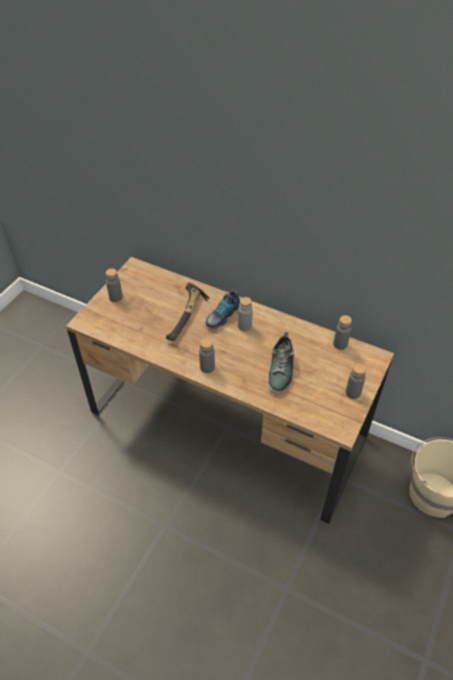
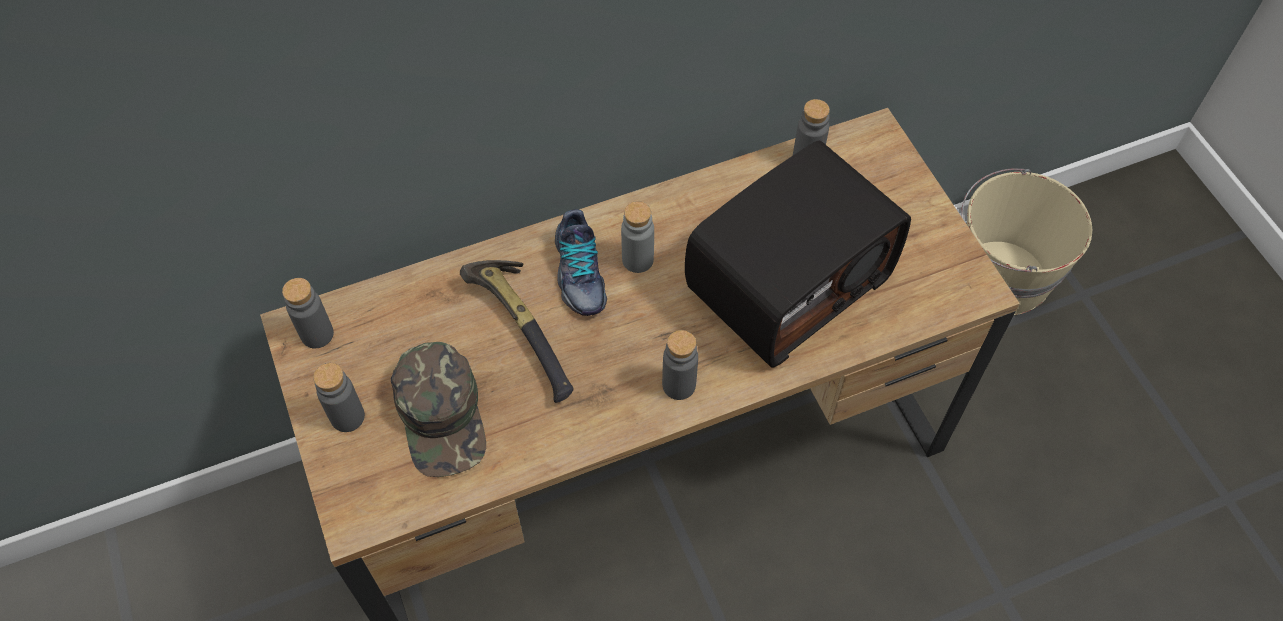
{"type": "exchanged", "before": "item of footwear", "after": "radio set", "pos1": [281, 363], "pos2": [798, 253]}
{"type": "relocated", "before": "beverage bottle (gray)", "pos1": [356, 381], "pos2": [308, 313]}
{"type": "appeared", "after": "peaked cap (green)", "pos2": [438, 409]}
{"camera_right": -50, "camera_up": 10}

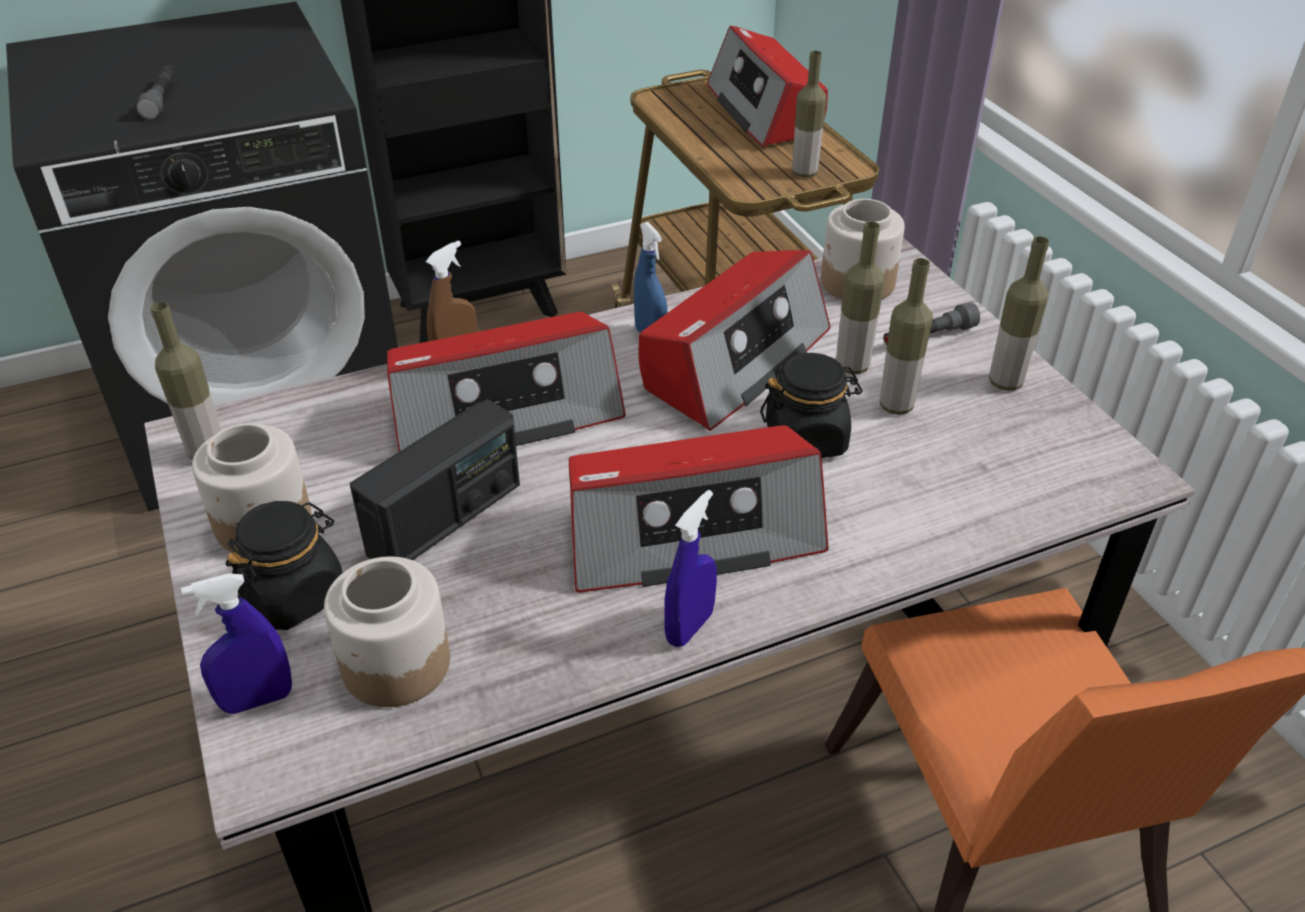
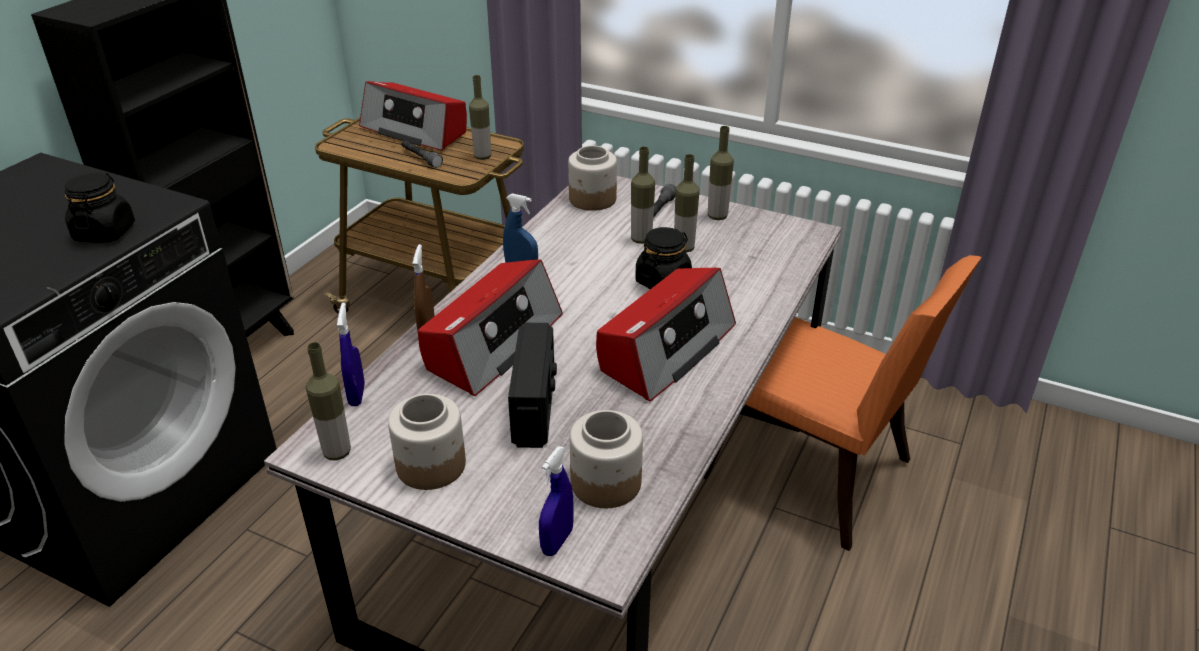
{"type": "relocated", "before": "hand torch (gray)", "pos1": [155, 92], "pos2": [422, 154]}
{"type": "missing", "before": "radio set", "pos1": [734, 340]}
{"type": "relocated", "before": "hand sprayer (bluish)", "pos1": [690, 568], "pos2": [351, 354]}
{"type": "relocated", "before": "storage jar (black)", "pos1": [284, 565], "pos2": [100, 207]}
{"camera_right": -40, "camera_up": -5}

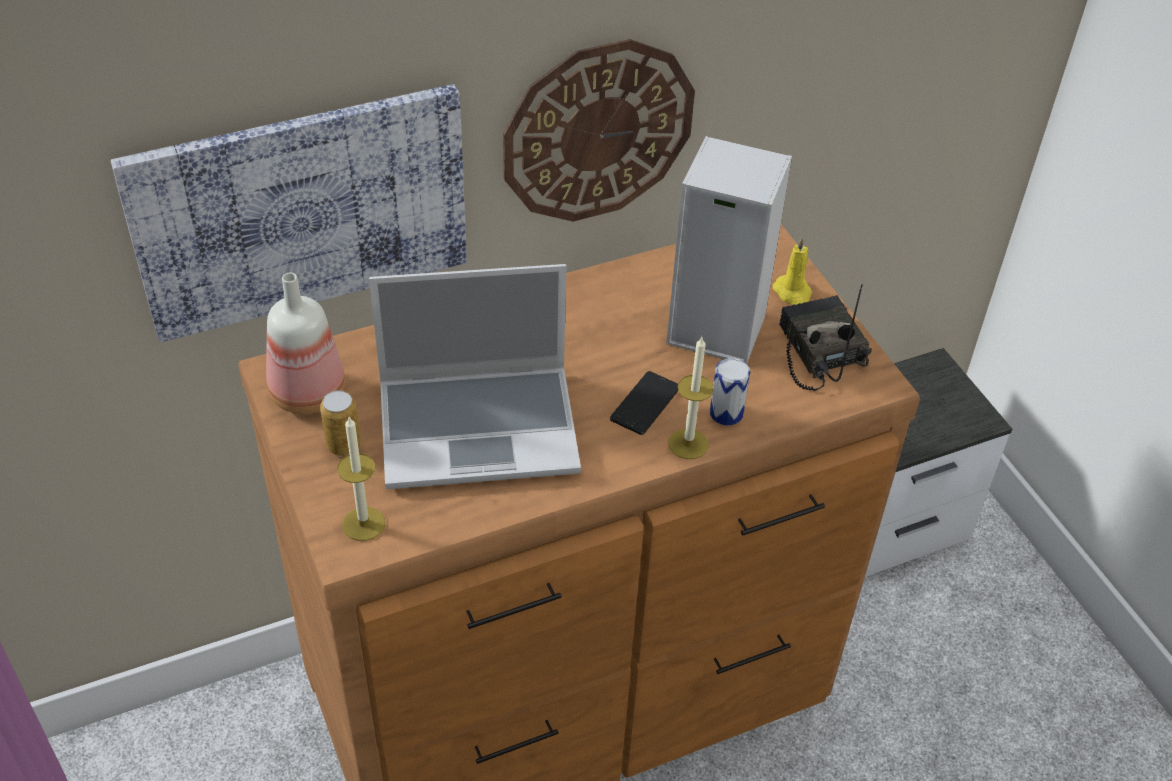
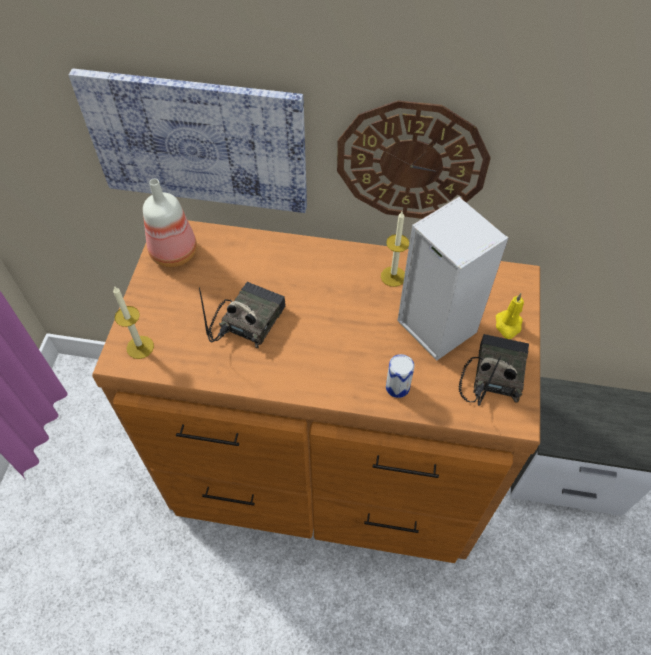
{"type": "exchanged", "before": "notebook computer", "after": "radio set", "pos1": [475, 376], "pos2": [242, 315]}
{"type": "relocated", "before": "candle", "pos1": [690, 398], "pos2": [395, 249]}
{"type": "missing", "before": "handset", "pos1": [644, 403]}
{"type": "missing", "before": "sealed can", "pos1": [340, 423]}
{"camera_right": 35, "camera_up": 10}

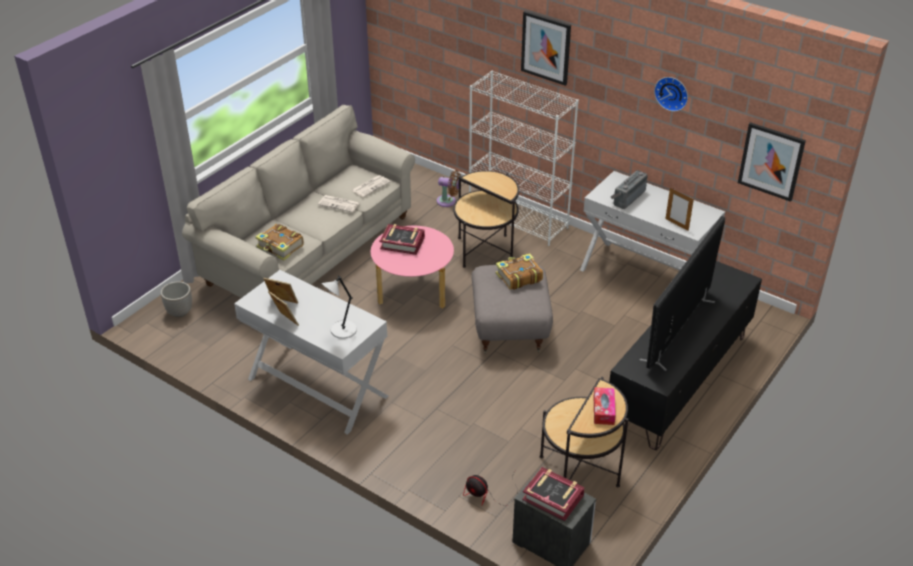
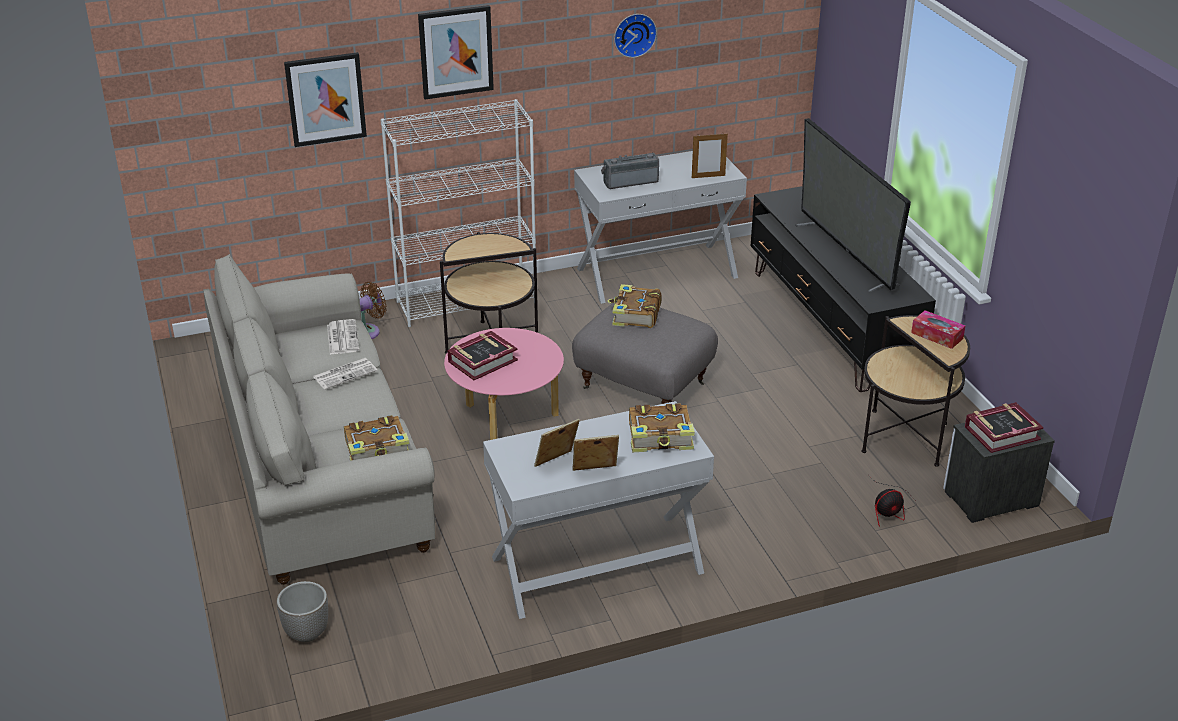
{"type": "relocated", "before": "wall picture", "pos1": [772, 162], "pos2": [325, 99]}
{"type": "spun", "before": "radio set", "pos1": [629, 189], "pos2": [630, 171], "turn": 90}
{"type": "exchanged", "before": "table lamp (gray)", "after": "bound book", "pos1": [339, 307], "pos2": [662, 427]}
{"camera_right": -55, "camera_up": -5}

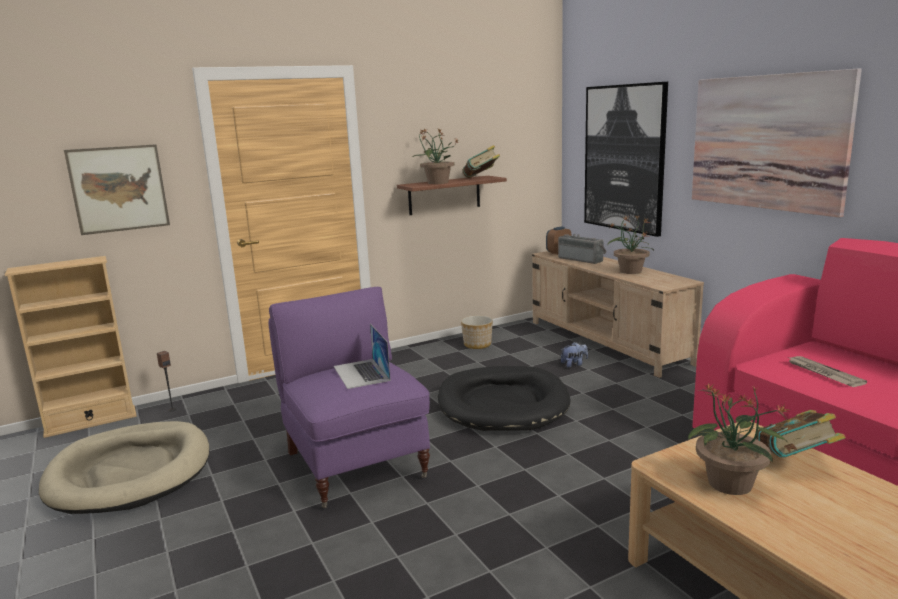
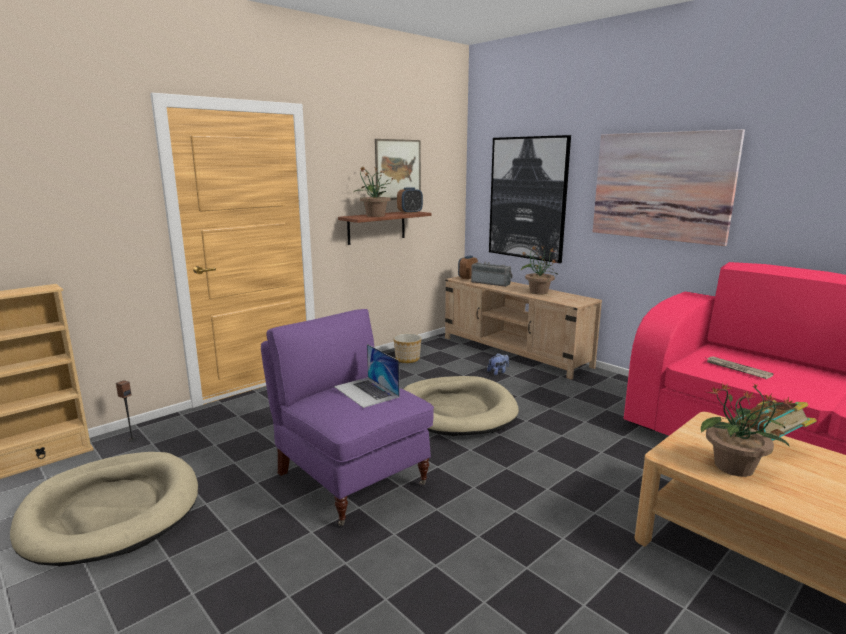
{"type": "relocated", "before": "wall picture", "pos1": [117, 189], "pos2": [398, 169]}
{"type": "exchanged", "before": "bound book", "after": "alarm clock", "pos1": [481, 161], "pos2": [410, 200]}
{"type": "colour", "before": "pet bed (black)", "after": "pet bed (beige-coloured)", "pos1": [504, 398], "pos2": [461, 406]}
{"camera_right": -15, "camera_up": 0}

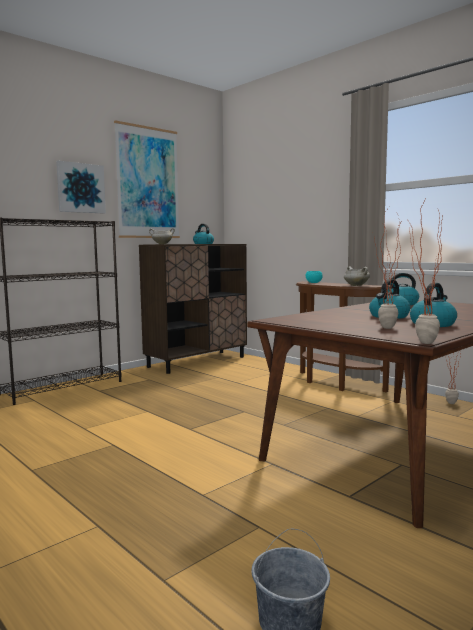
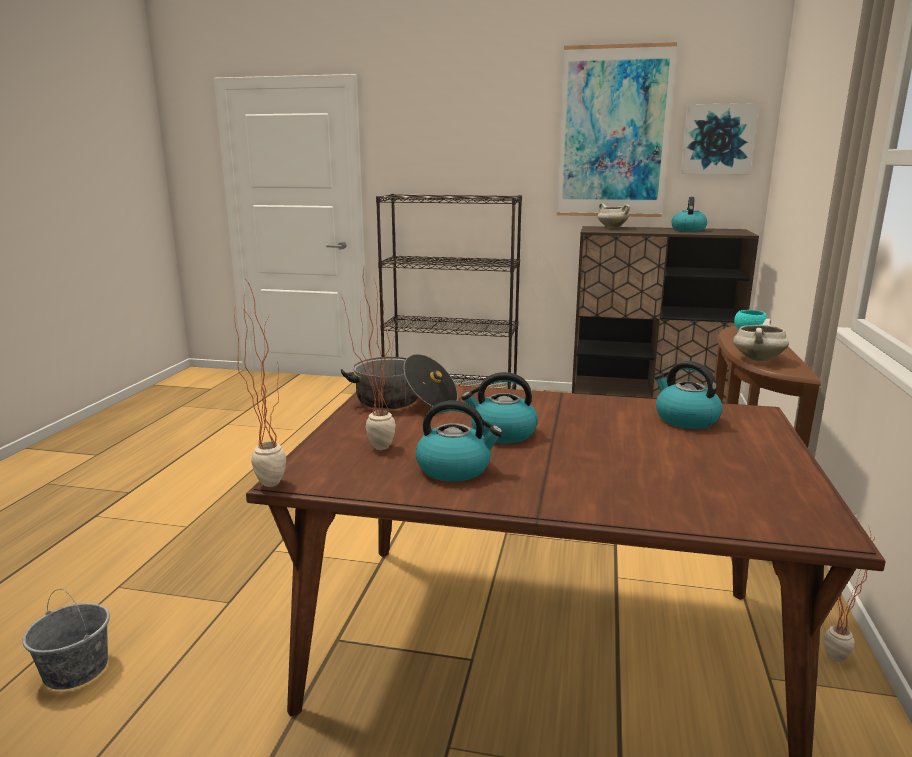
{"type": "relocated", "before": "wall picture", "pos1": [81, 187], "pos2": [720, 138]}
{"type": "appeared", "after": "stockpot", "pos2": [399, 382]}
{"camera_right": 55, "camera_up": 10}

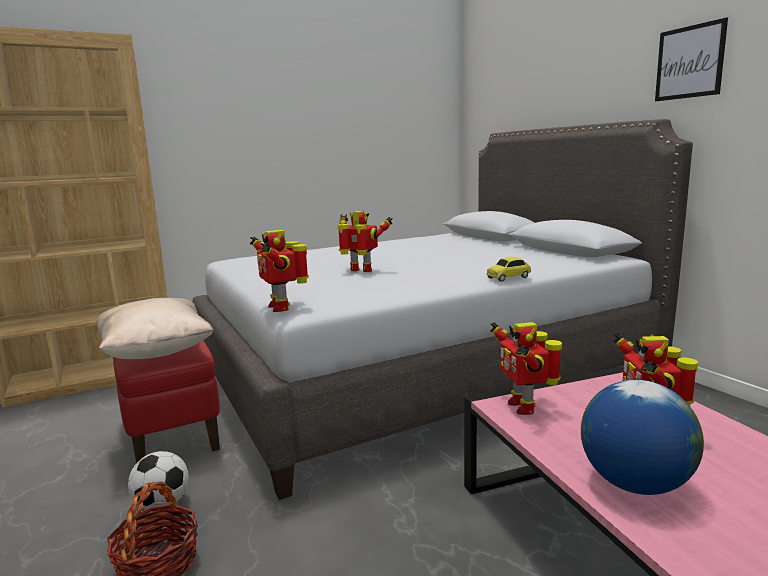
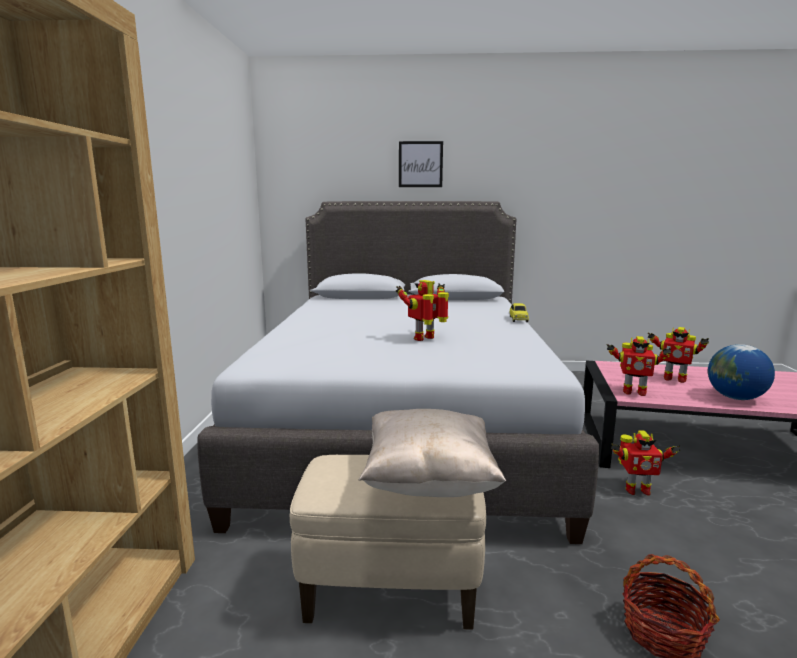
{"type": "relocated", "before": "wall picture", "pos1": [691, 59], "pos2": [421, 164]}
{"type": "relocated", "before": "robot figure", "pos1": [279, 271], "pos2": [645, 463]}
{"type": "colour", "before": "footrest (red)", "after": "footrest (beige-coloured)", "pos1": [166, 401], "pos2": [388, 542]}
{"type": "missing", "before": "football ball", "pos1": [158, 480]}
{"camera_right": -60, "camera_up": 0}

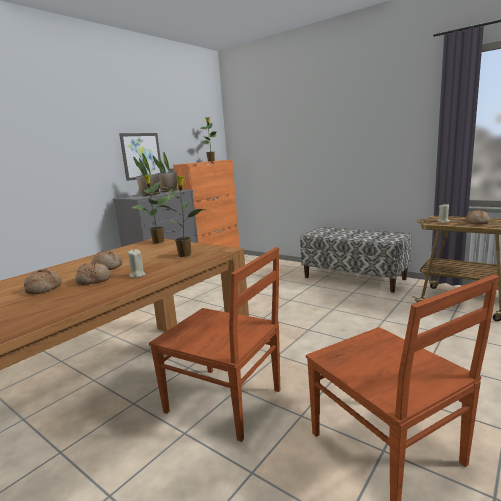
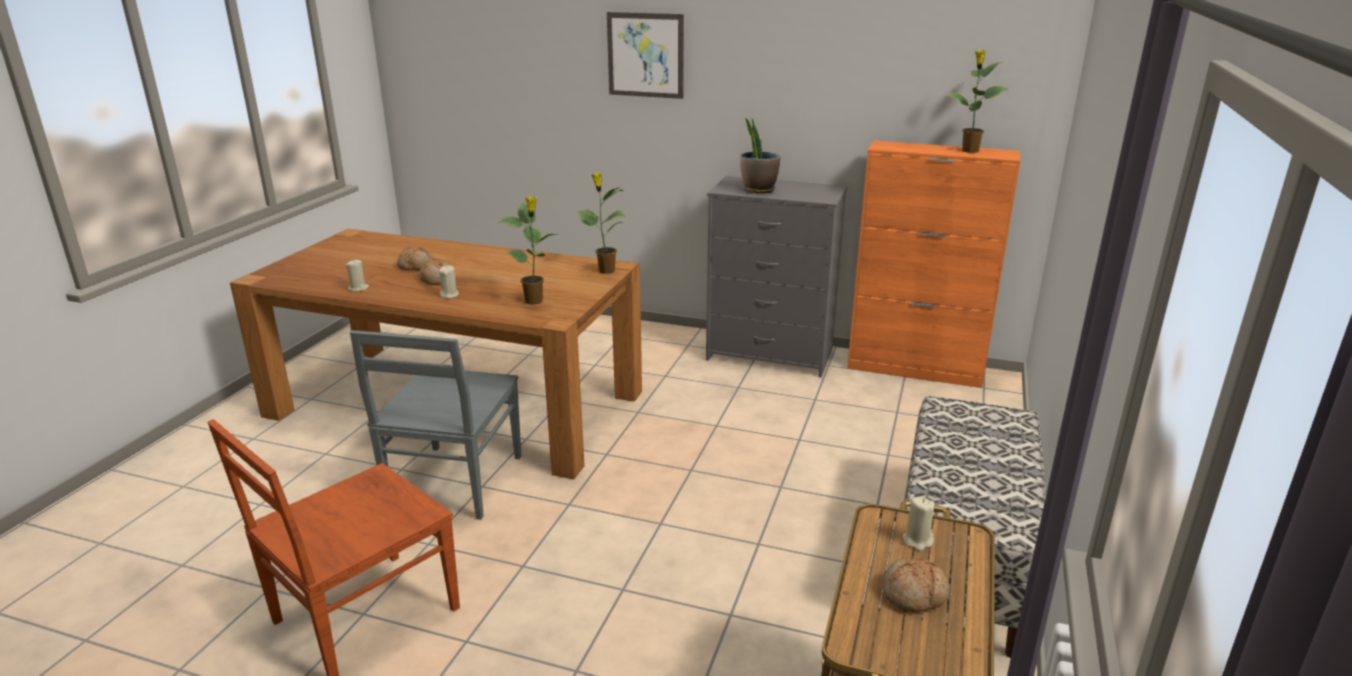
{"type": "relocated", "before": "wall picture", "pos1": [140, 157], "pos2": [645, 55]}
{"type": "missing", "before": "plant in a pot", "pos1": [165, 172]}
{"type": "colour", "before": "chair (brown-coloured)", "after": "chair (gray)", "pos1": [214, 344], "pos2": [435, 425]}
{"type": "missing", "before": "bakery bread", "pos1": [106, 260]}
{"type": "appeared", "after": "candle (beige-coloured)", "pos2": [357, 275]}
{"camera_right": 70, "camera_up": 10}

